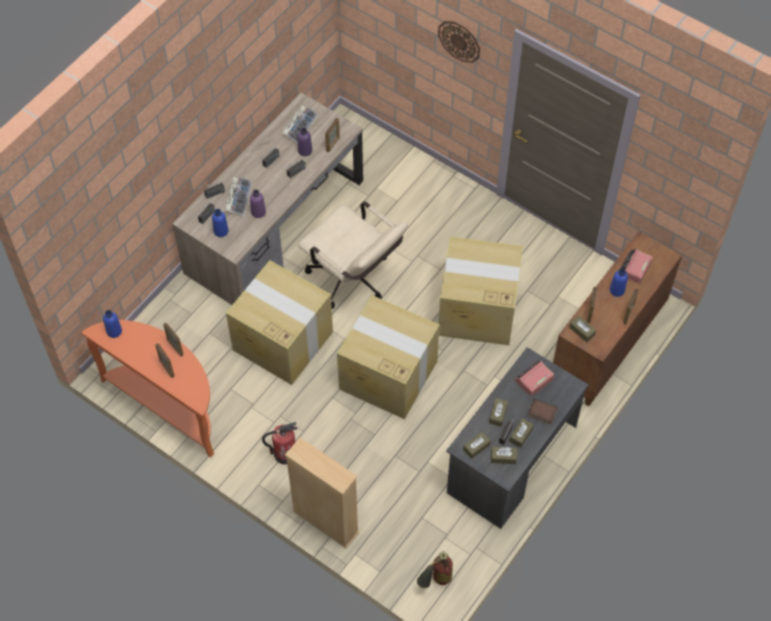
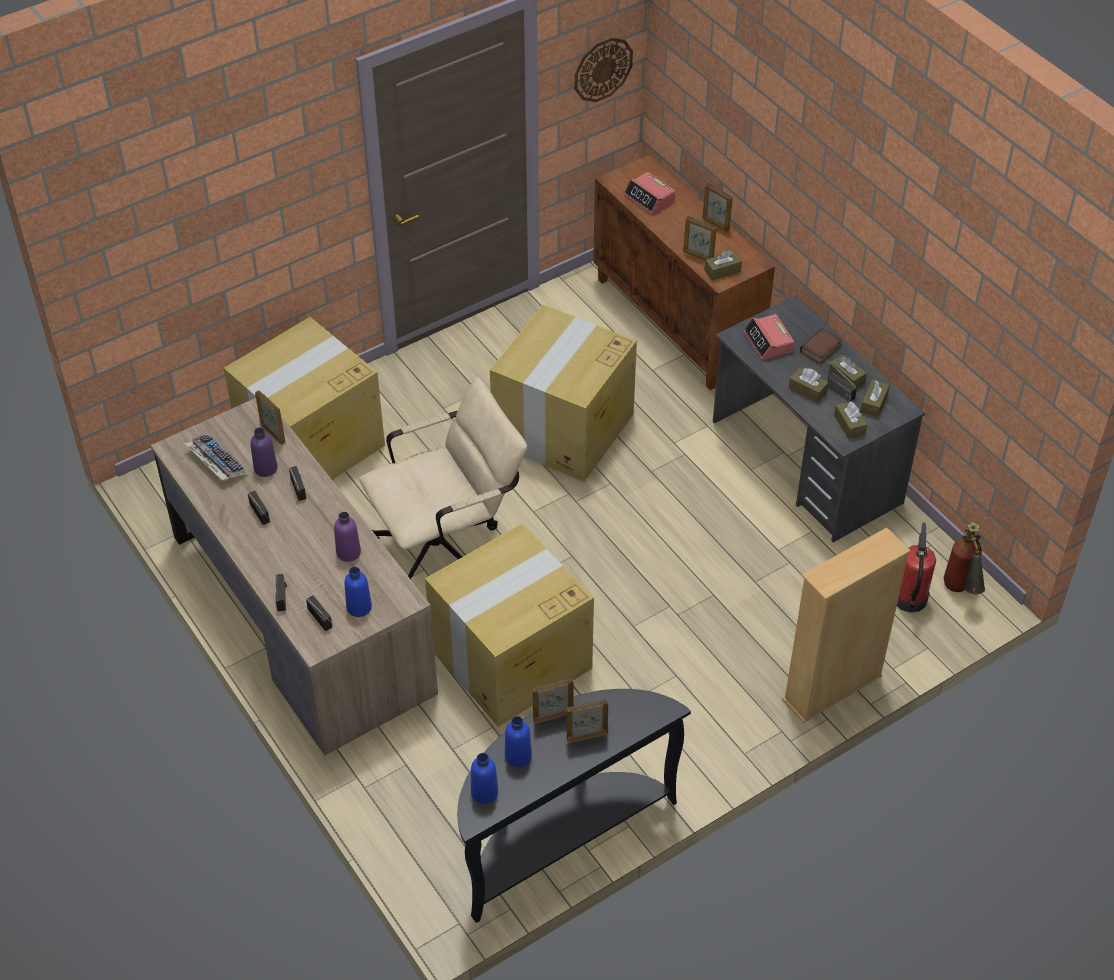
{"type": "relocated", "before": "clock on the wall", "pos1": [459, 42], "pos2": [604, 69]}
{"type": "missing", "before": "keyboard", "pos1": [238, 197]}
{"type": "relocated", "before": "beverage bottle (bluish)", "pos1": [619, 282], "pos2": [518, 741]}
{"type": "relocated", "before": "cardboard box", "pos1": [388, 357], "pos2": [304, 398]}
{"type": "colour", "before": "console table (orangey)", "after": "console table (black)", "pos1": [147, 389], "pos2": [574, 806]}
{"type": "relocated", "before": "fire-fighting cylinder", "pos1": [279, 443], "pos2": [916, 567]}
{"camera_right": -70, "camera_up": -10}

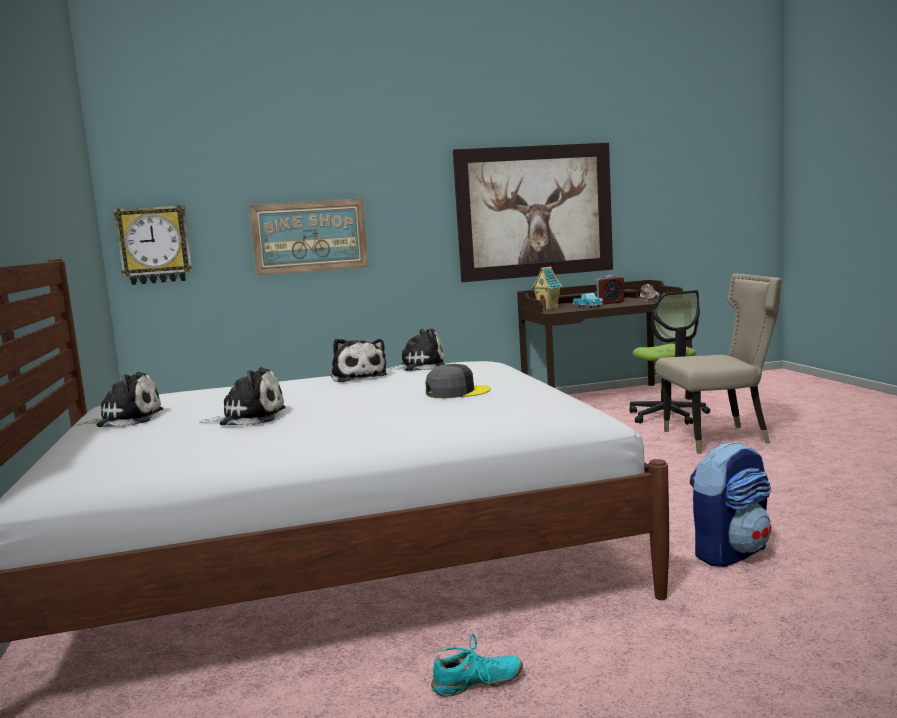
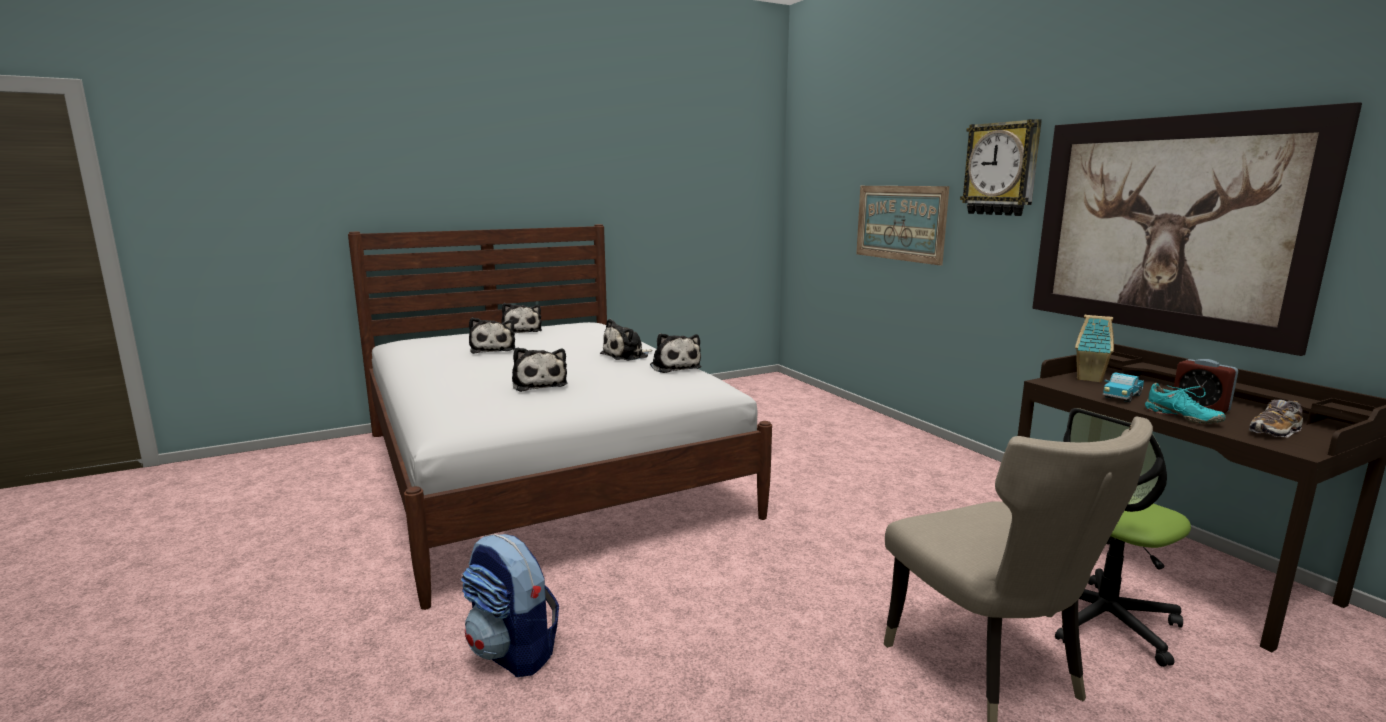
{"type": "relocated", "before": "clock on the wall", "pos1": [153, 245], "pos2": [1001, 167]}
{"type": "exchanged", "before": "peaked cap (gray)", "after": "plush toy", "pos1": [458, 381], "pos2": [540, 369]}
{"type": "relocated", "before": "item of footwear (turquoise)", "pos1": [477, 665], "pos2": [1185, 403]}
{"camera_right": 75, "camera_up": 5}

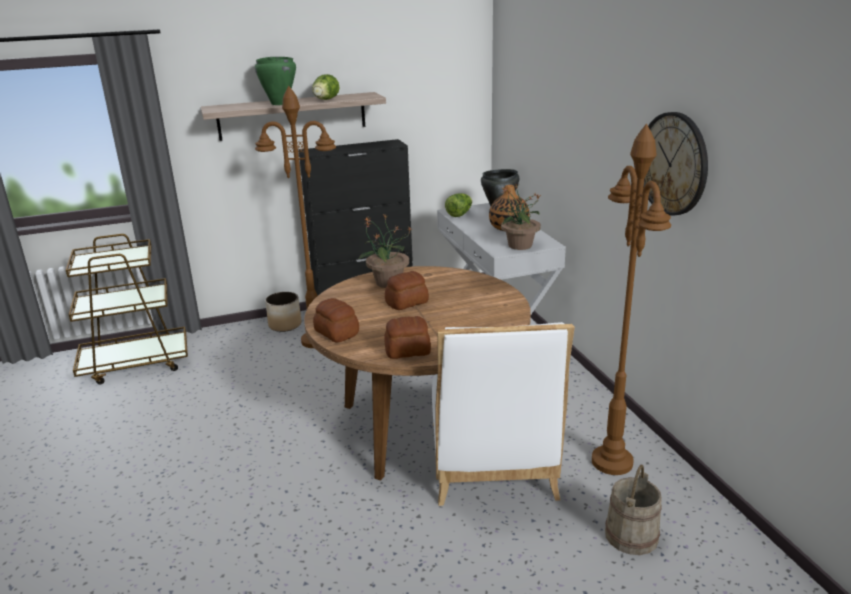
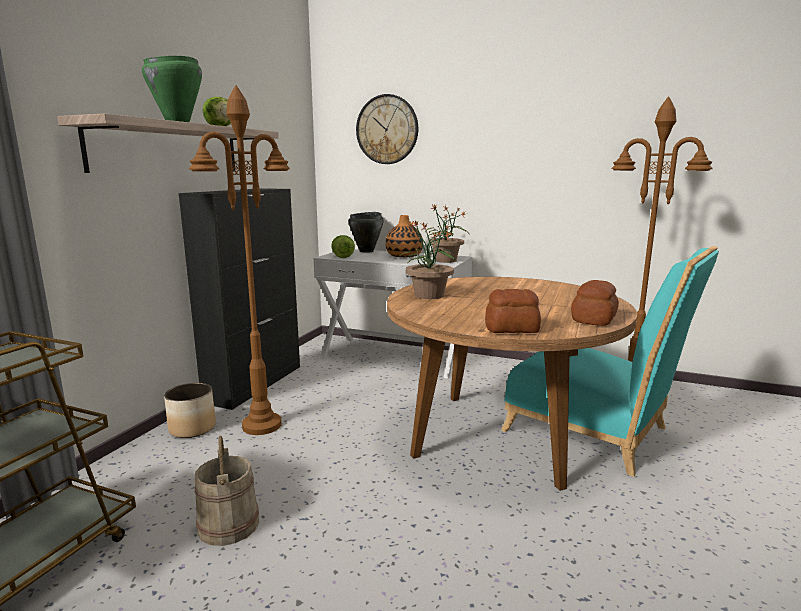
{"type": "relocated", "before": "clock on the wall", "pos1": [675, 164], "pos2": [387, 129]}
{"type": "missing", "before": "bakery bread", "pos1": [407, 290]}
{"type": "colour", "before": "chair (white)", "after": "chair (turquoise)", "pos1": [503, 414], "pos2": [610, 361]}
{"type": "relocated", "before": "water bucket (beige-coloured)", "pos1": [633, 510], "pos2": [227, 491]}
{"camera_right": -50, "camera_up": -10}

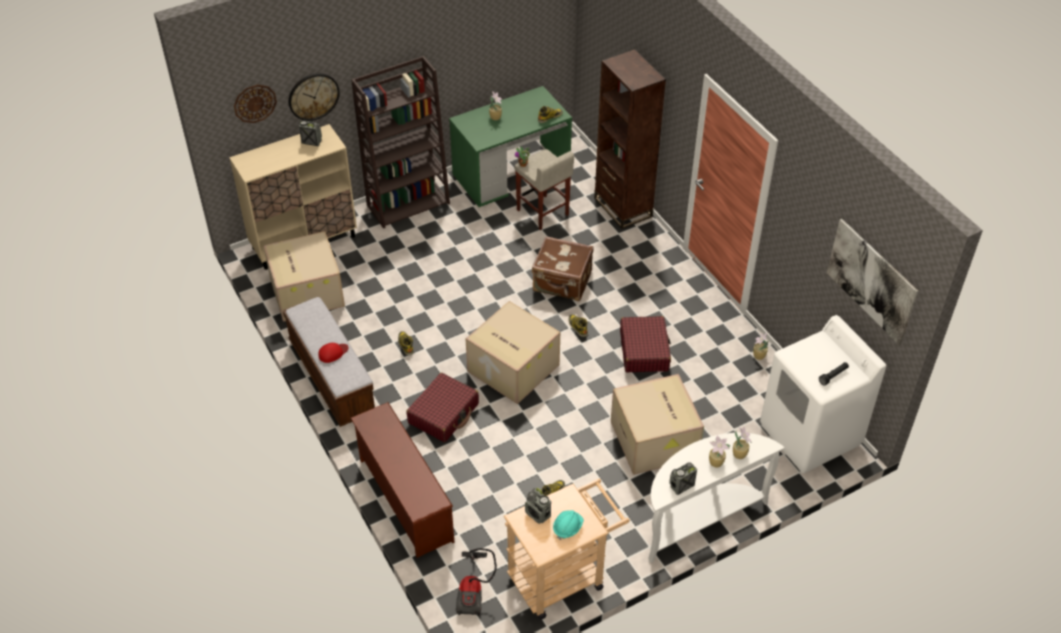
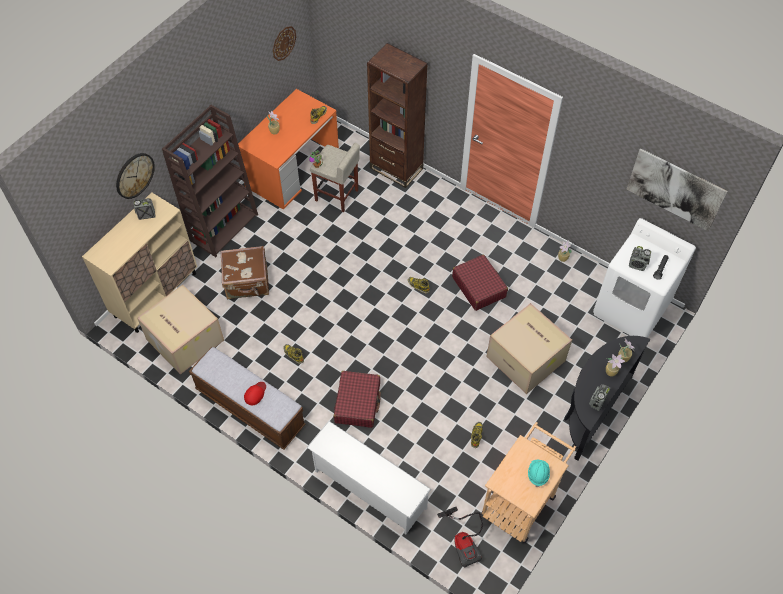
{"type": "relocated", "before": "clock on the wall", "pos1": [255, 103], "pos2": [284, 43]}
{"type": "colour", "before": "desk table (green)", "after": "desk table (orangey)", "pos1": [510, 146], "pos2": [288, 149]}
{"type": "relocated", "before": "suitcase (brown-coloured)", "pos1": [563, 268], "pos2": [244, 272]}
{"type": "missing", "before": "cardboard box", "pos1": [513, 352]}
{"type": "colour", "before": "shoe shelf (brown-coloured)", "after": "shoe shelf (white)", "pos1": [403, 480], "pos2": [369, 477]}
{"type": "colour", "before": "console table (white)", "after": "console table (black)", "pos1": [716, 498], "pos2": [607, 398]}
{"type": "relocated", "before": "radio set", "pos1": [538, 506], "pos2": [640, 258]}
{"camera_right": -25, "camera_up": 10}

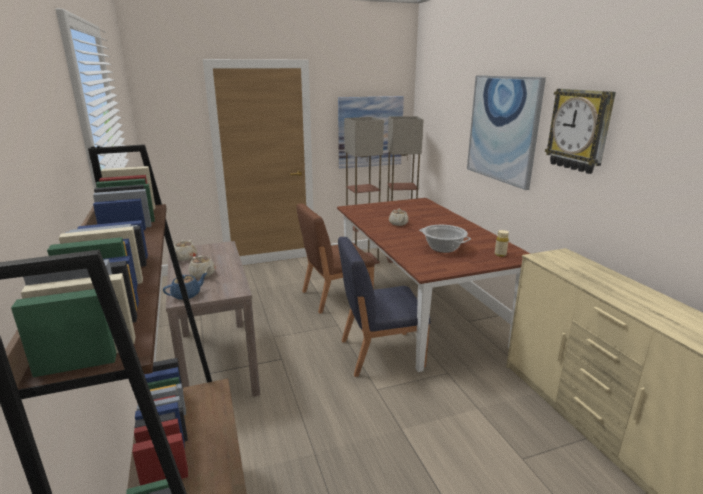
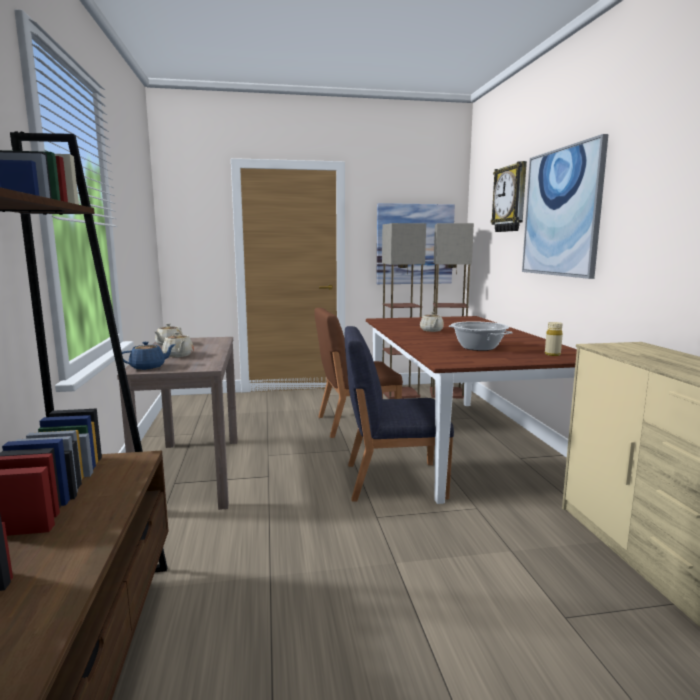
{"type": "relocated", "before": "clock on the wall", "pos1": [580, 131], "pos2": [509, 196]}
{"camera_right": 10, "camera_up": -10}

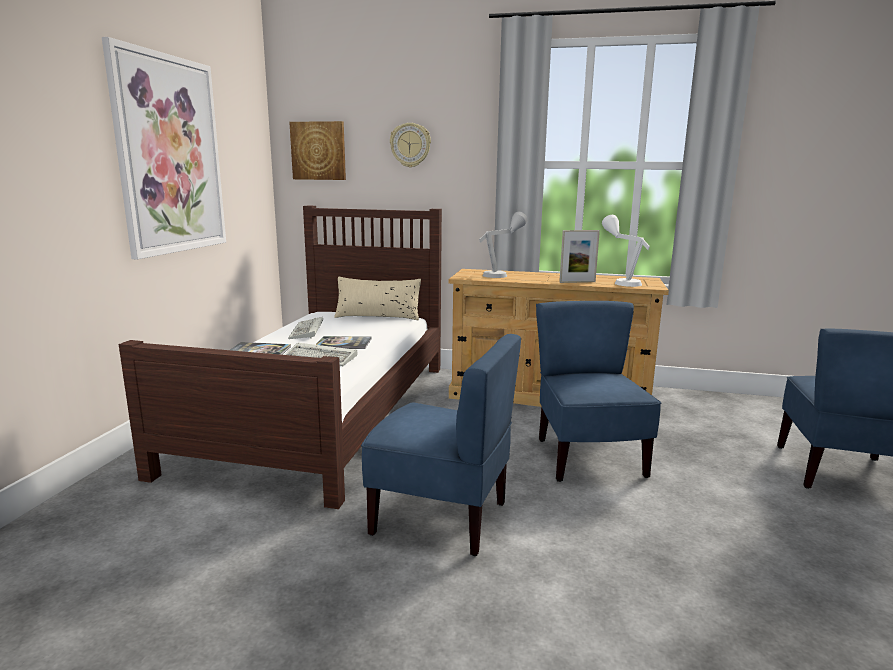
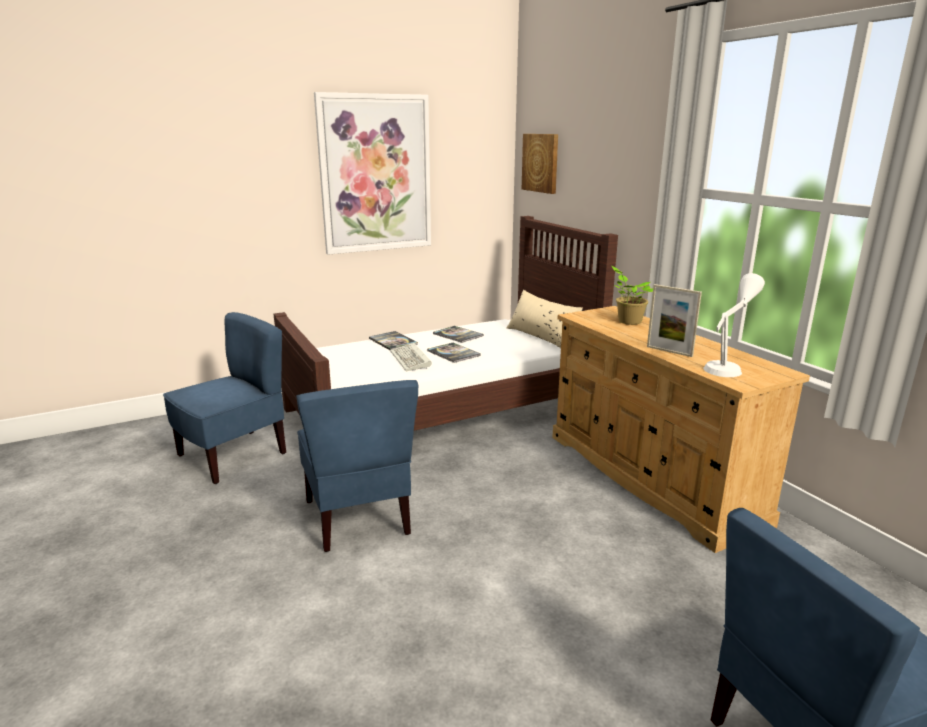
{"type": "missing", "before": "clock on the wall", "pos1": [410, 145]}
{"type": "exchanged", "before": "table lamp (gray)", "after": "plant in a pot", "pos1": [503, 245], "pos2": [632, 295]}
{"type": "relocated", "before": "chair (bluish)", "pos1": [598, 391], "pos2": [224, 398]}
{"type": "exchanged", "before": "keyboard", "after": "bound book", "pos1": [305, 328], "pos2": [458, 334]}
{"camera_right": 50, "camera_up": 5}

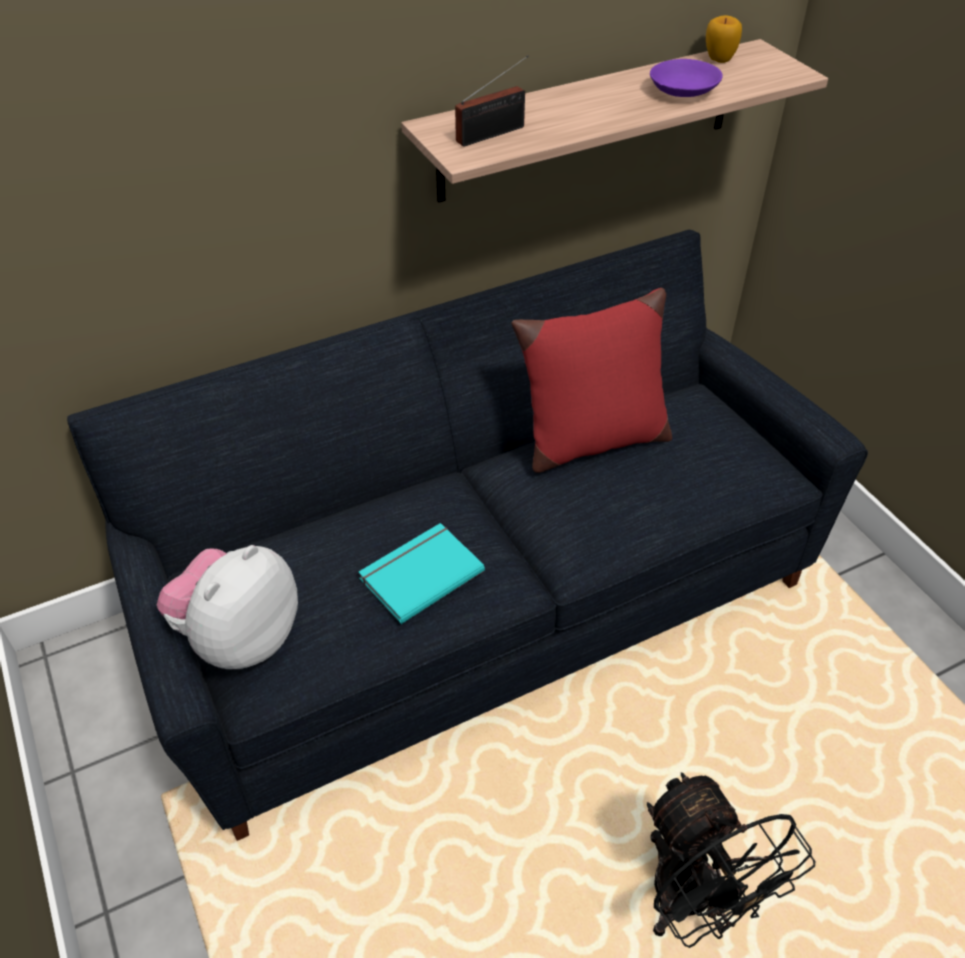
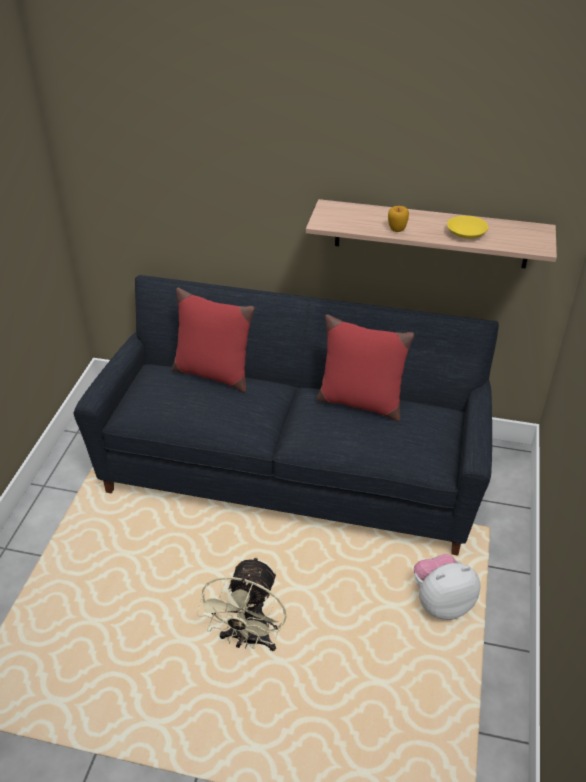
{"type": "relocated", "before": "apple", "pos1": [724, 39], "pos2": [398, 219]}
{"type": "missing", "before": "radio set", "pos1": [492, 101]}
{"type": "colour", "before": "serving bowl (purplish)", "after": "serving bowl (yellowish)", "pos1": [686, 78], "pos2": [467, 227]}
{"type": "missing", "before": "bound book (turquoise)", "pos1": [421, 573]}
{"type": "relocated", "before": "plush toy", "pos1": [227, 607], "pos2": [447, 587]}
{"type": "colour", "before": "fan (black)", "after": "fan (beige-coloured)", "pos1": [731, 860], "pos2": [241, 603]}
{"type": "appeared", "after": "throw pillow (red)", "pos2": [213, 340]}
{"camera_right": 40, "camera_up": -5}

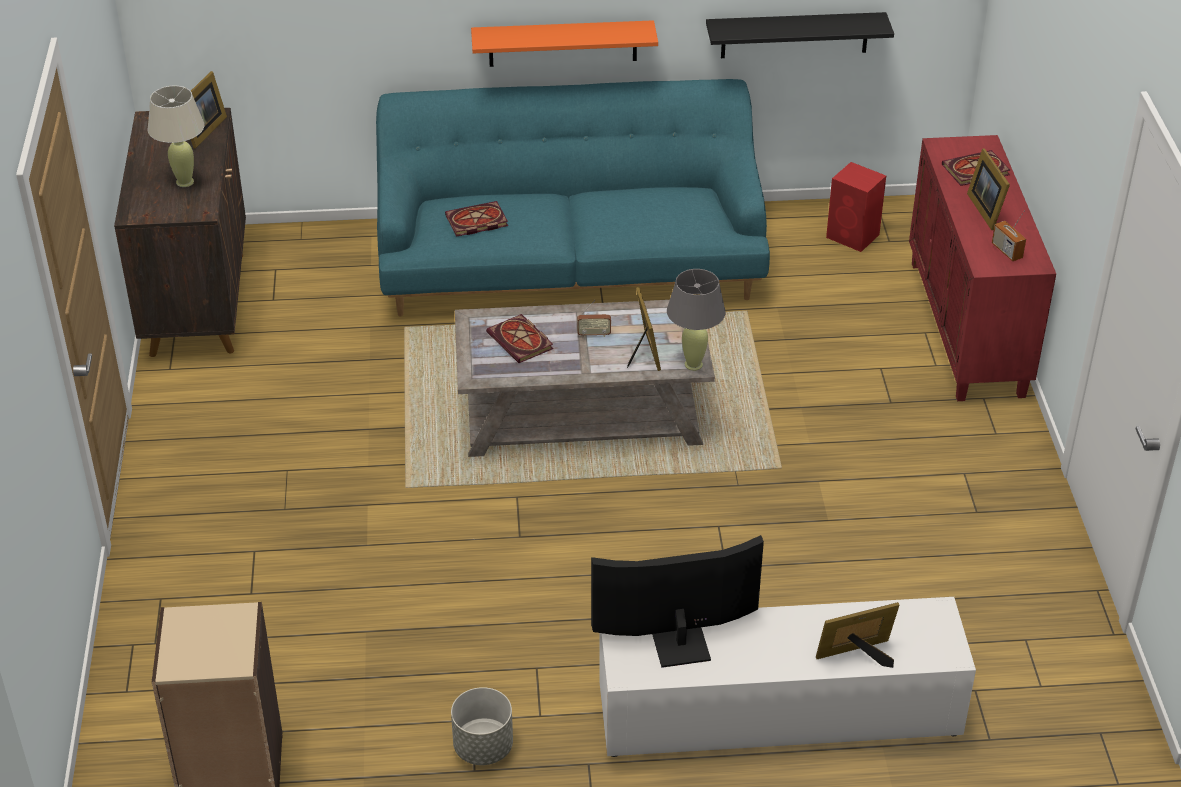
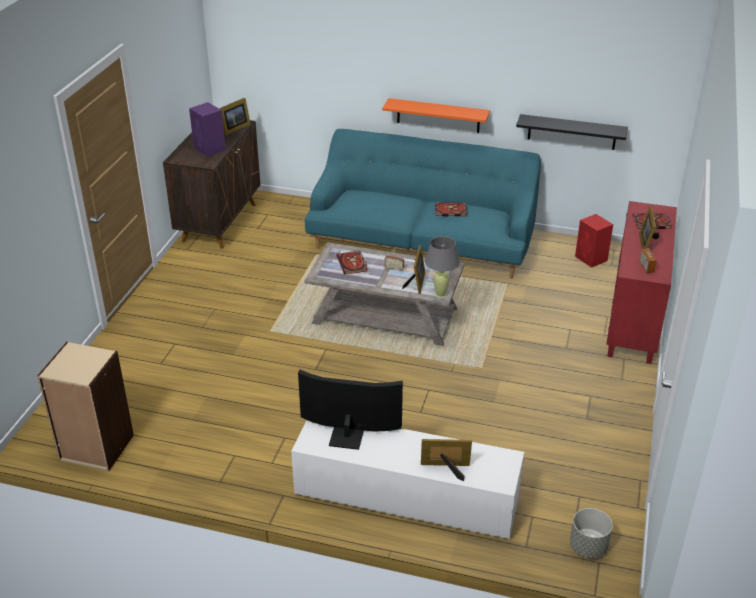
{"type": "exchanged", "before": "table lamp (beige-coloured)", "after": "speaker (purplish)", "pos1": [176, 136], "pos2": [207, 129]}
{"type": "relocated", "before": "bound book", "pos1": [476, 219], "pos2": [451, 209]}
{"type": "relocated", "before": "planter (gray)", "pos1": [482, 726], "pos2": [591, 533]}
{"camera_right": 20, "camera_up": -5}

